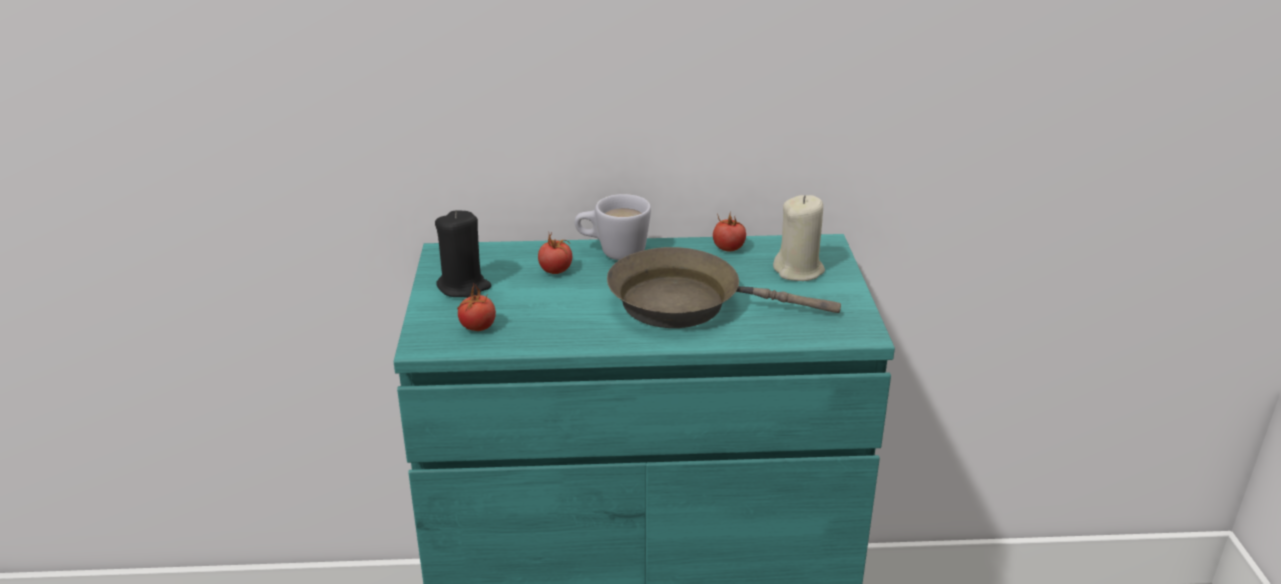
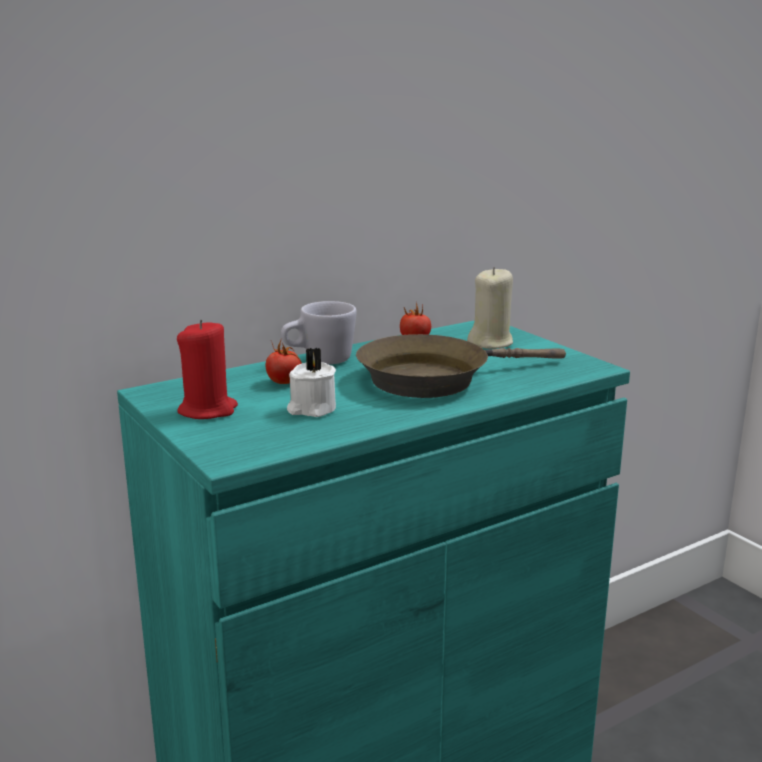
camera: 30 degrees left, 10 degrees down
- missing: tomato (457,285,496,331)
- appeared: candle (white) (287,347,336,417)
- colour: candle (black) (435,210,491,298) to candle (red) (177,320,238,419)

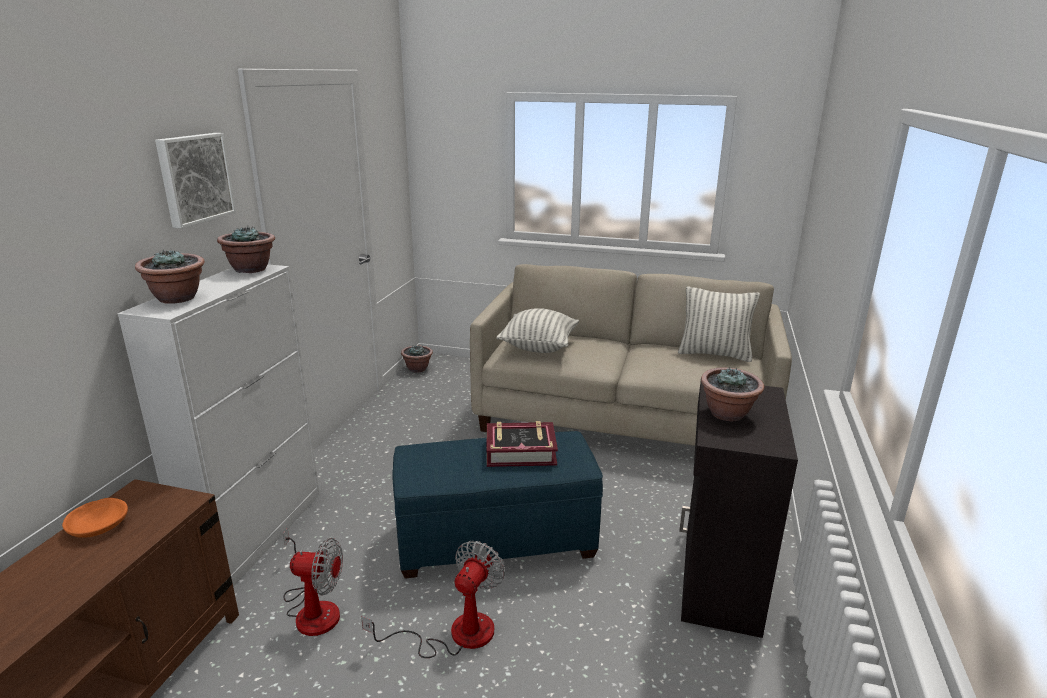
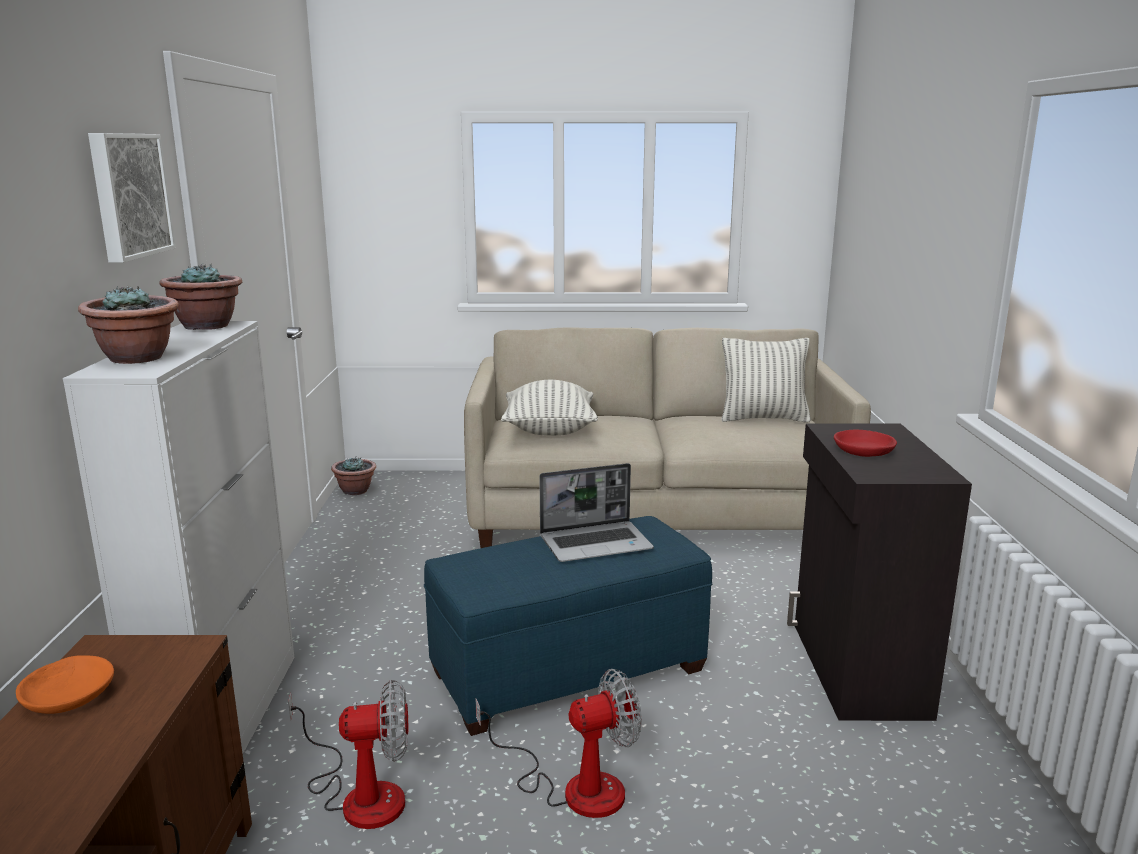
camera: 15 degrees left, 5 degrees down
- exchanged: book (487,421,558,467) to laptop (539,463,654,562)
- exchanged: potted plant (701,368,764,421) to bowl (red) (834,430,897,457)
- spun: fan (361,541,505,658) = (475,669,642,818) 60 degrees clockwise

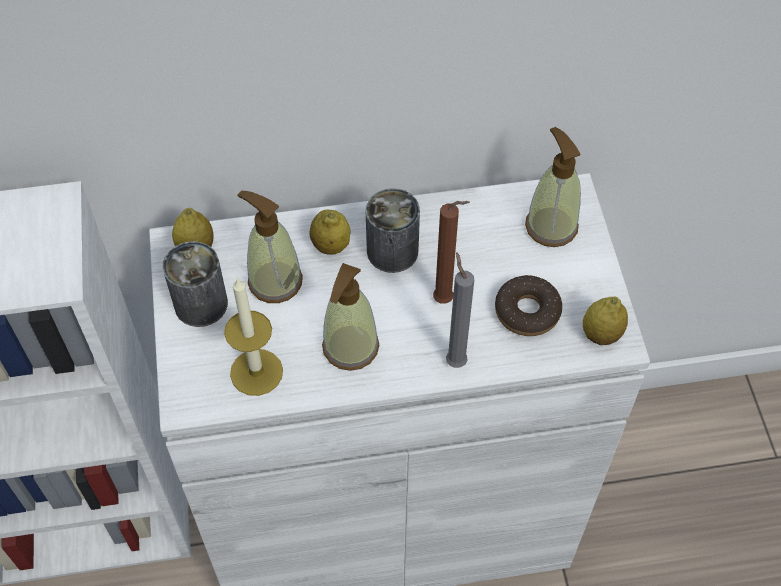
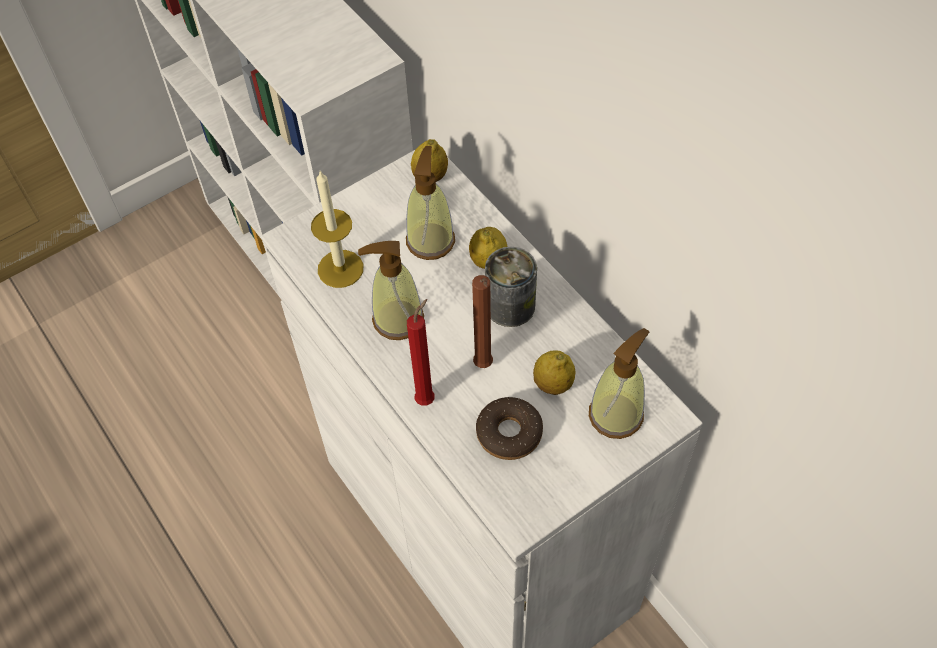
camera: 65 degrees right, 0 degrees up
- missing: can (163,241,228,327)
- relocated: lemon (583,297,628,345) to (533,350,575,395)
- colour: candle (grey) (446,252,474,368) to candle (red) (407,299,435,406)

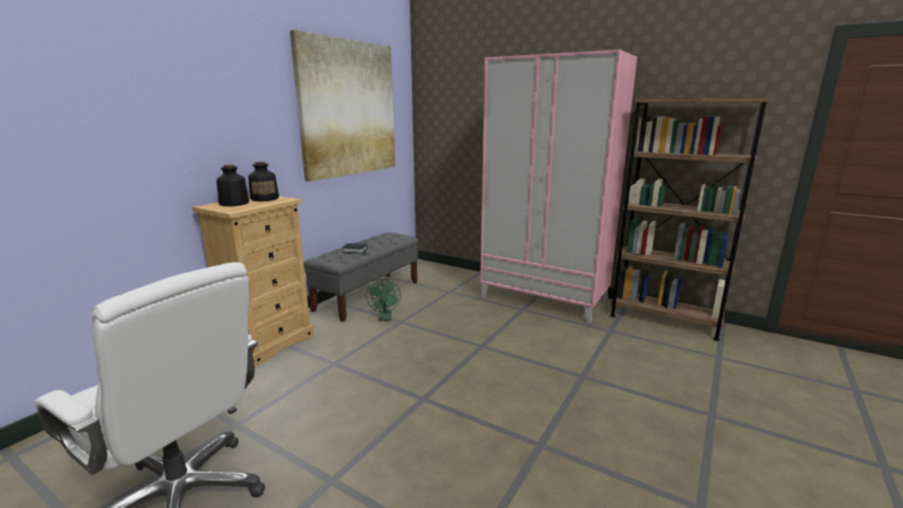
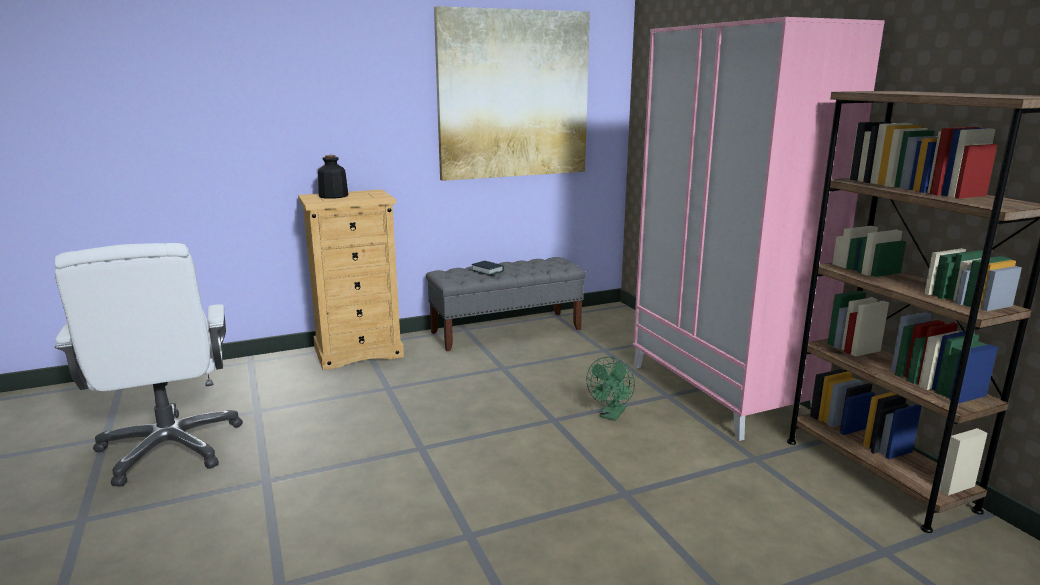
camera: 35 degrees right, 0 degrees up
- missing: bottle (248,161,279,202)
- relocated: fan (green) (366,279,401,321) to (586,357,635,421)

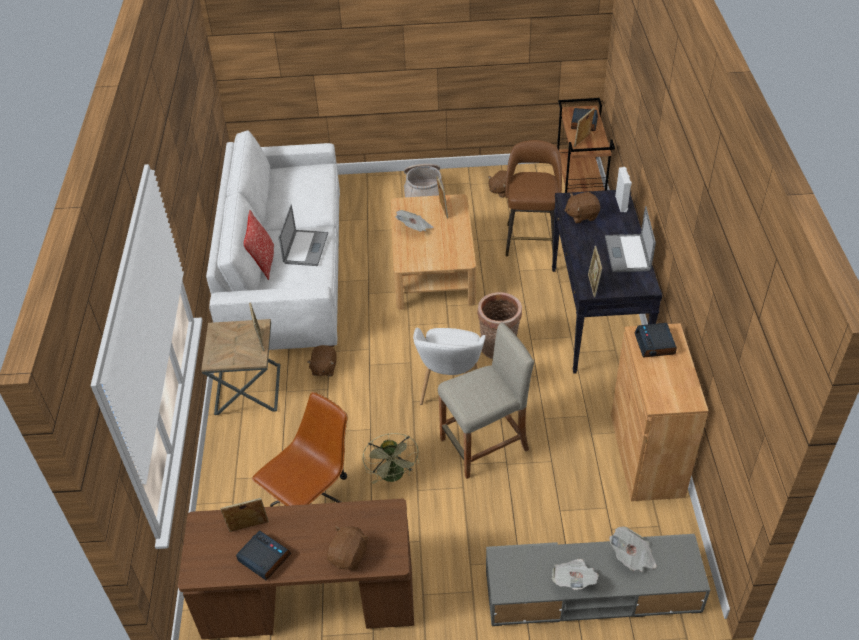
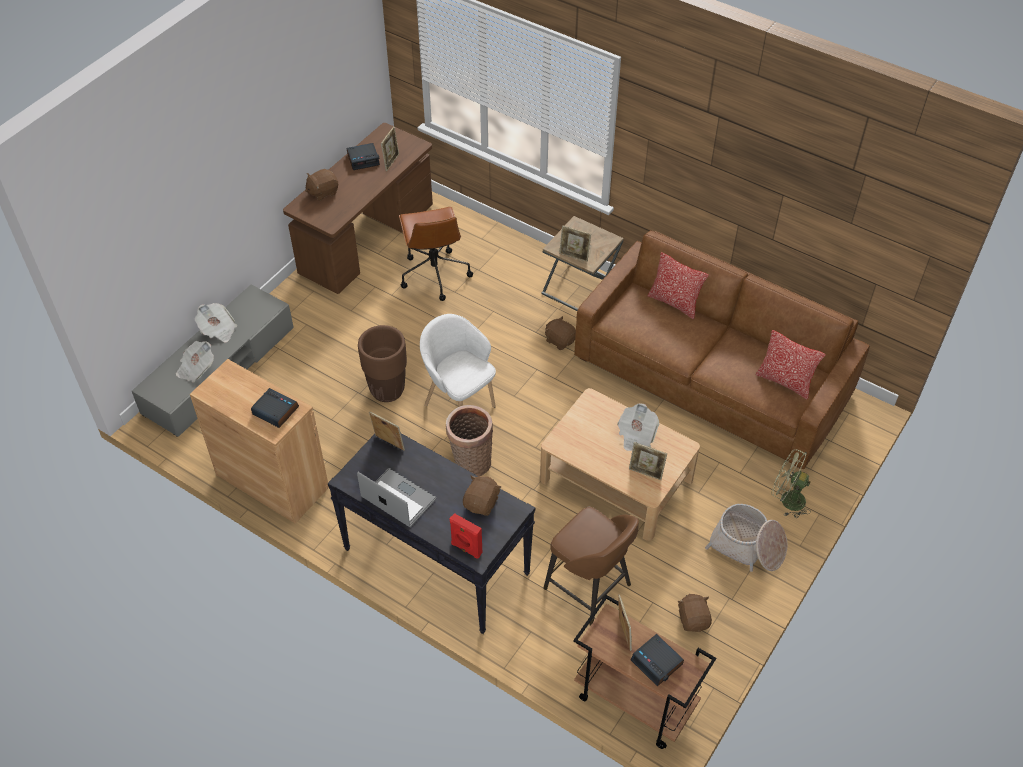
camera: 125 degrees right, 5 degrees up
- missing: laptop (279,204,328,266)
- appeared: pillow (756,330,826,400)
- relocated: fan (green) (362,433,419,484) to (771,449,811,518)
- exchanged: stool (beige) (438,322,534,479) to planter (brown) (358,325,407,402)
- colour: sofa (white) (206,130,340,350) to sofa (brown) (574,230,870,469)
- colour: speaker (white) (615,167,632,212) to speaker (red) (449,513,482,559)
- spun: plush toy (brown) (327,526,369,570) = (305,169,338,201) 90 degrees clockwise

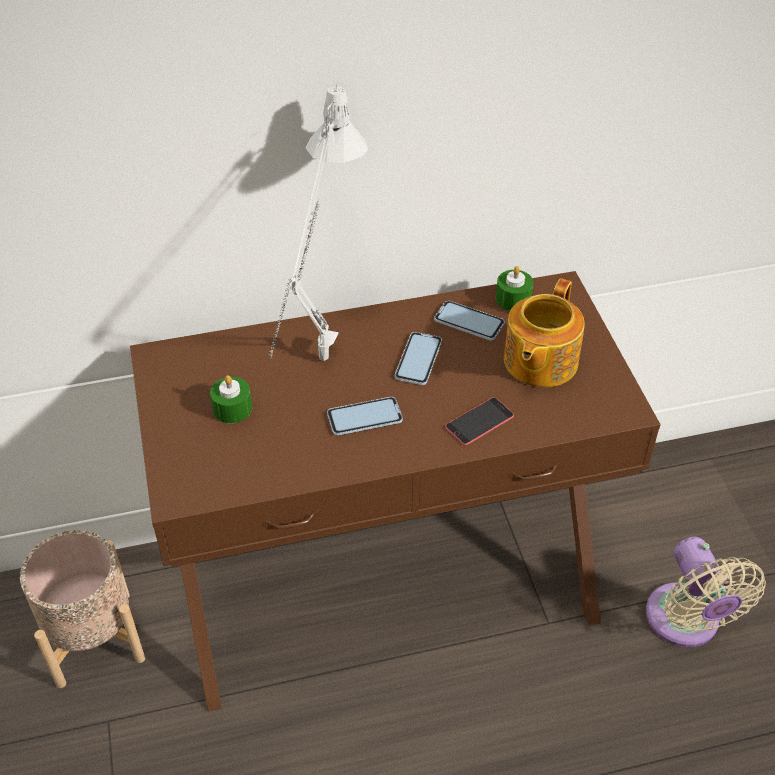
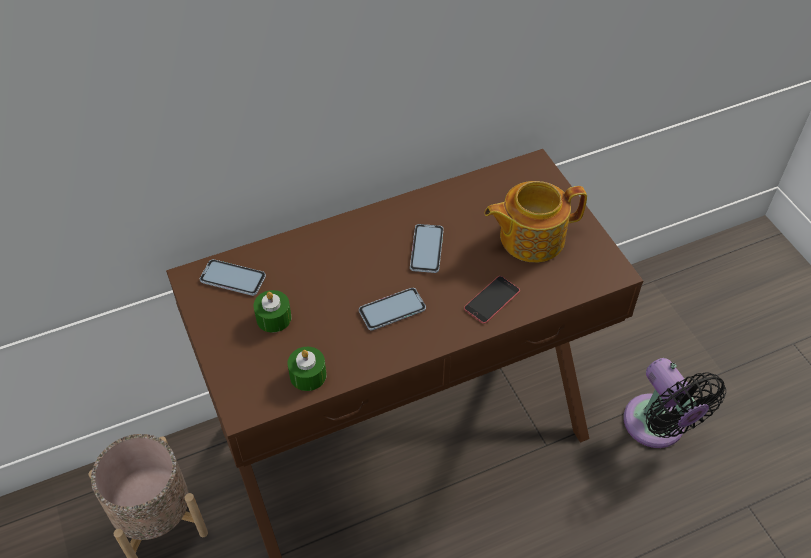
camera: 10 degrees left, 5 degrees up
- missing: table lamp (grey) (270,85,368,361)
- relocated: phone (434,301,505,340) to (200,259,266,296)
- relocated: candle (green) (496,266,534,311) to (288,347,326,391)
- colour: fan (beige) (646,537,766,647) to fan (black) (623,358,726,448)
- spun: teapot (504,278,585,387) = (484,181,587,262) 60 degrees clockwise

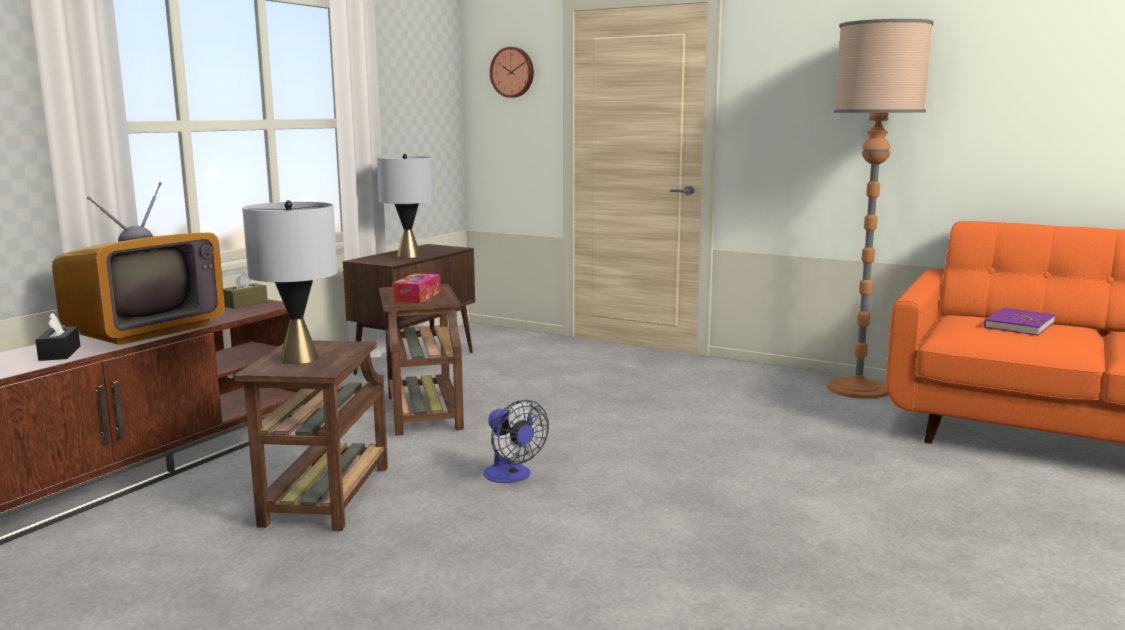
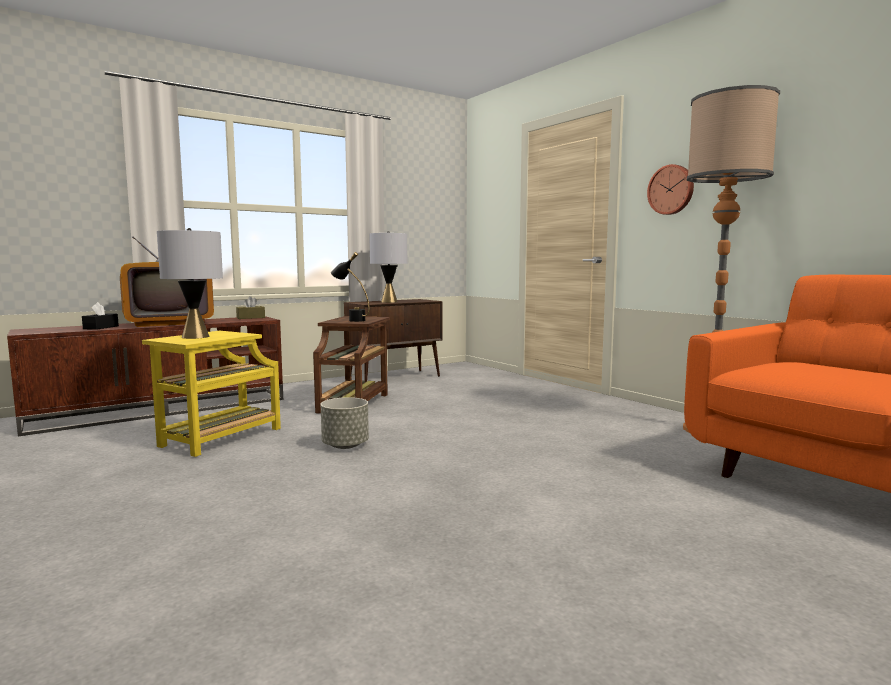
camera: 25 degrees right, 5 degrees down
- missing: book (purple) (984,308,1055,335)
- relocated: wall clock (490,47,534,98) to (647,164,694,215)
- exchanged: tissue box (392,273,441,303) to table lamp (black) (331,252,370,322)
- exchanged: fan (483,400,549,483) to planter (grey) (321,397,369,449)
- colour: side table (brown) (234,340,388,531) to side table (yellow) (142,331,281,457)

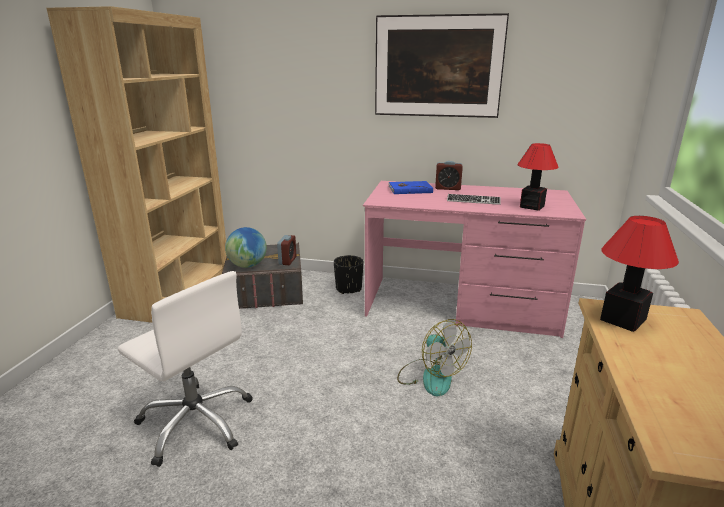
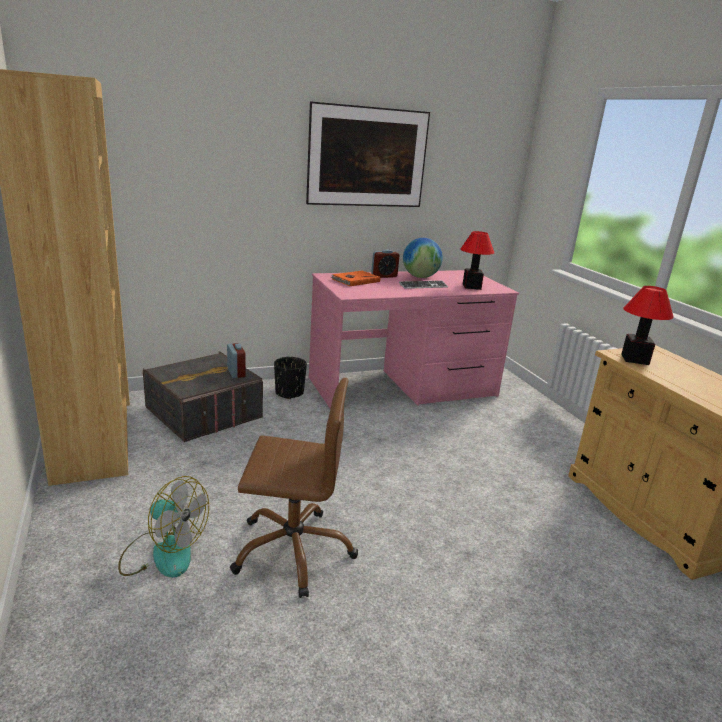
camera: 35 degrees left, 0 degrees up
- relocated: globe (225,227,267,268) to (403,238,443,278)
- relocated: fan (397,319,472,396) to (118,476,209,578)
- colour: office chair (white) (118,271,253,467) to office chair (brown) (230,378,358,598)
- colour: book (blue) (388,181,433,194) to book (orange) (331,271,380,286)

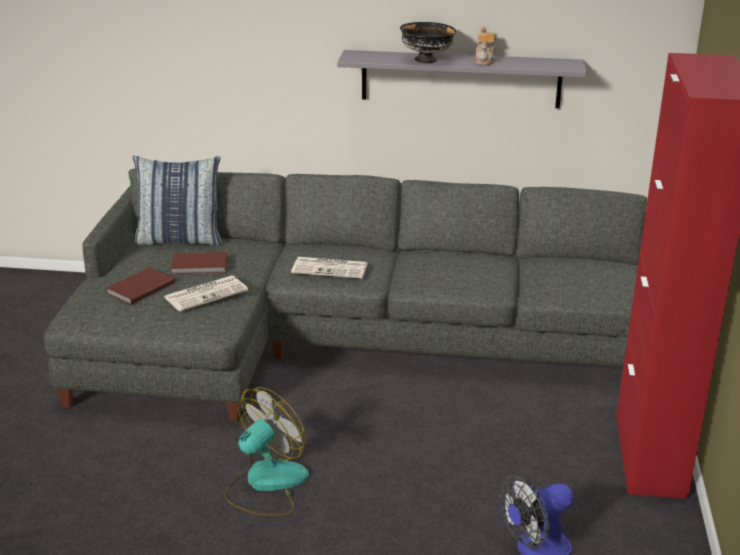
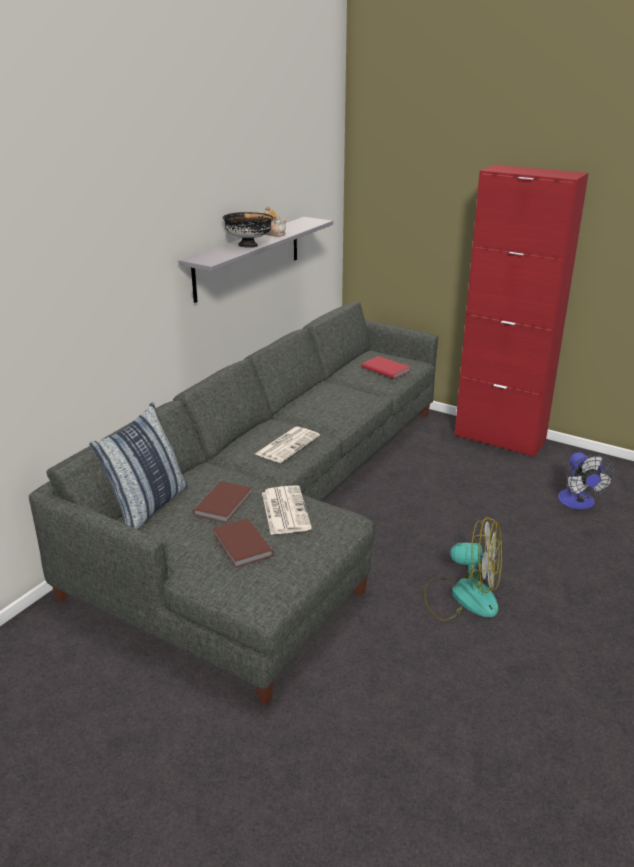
camera: 65 degrees left, 0 degrees up
- appeared: book (red) (361,356,410,379)
- spun: fan (224,387,309,516) = (424,517,502,621) 135 degrees clockwise

